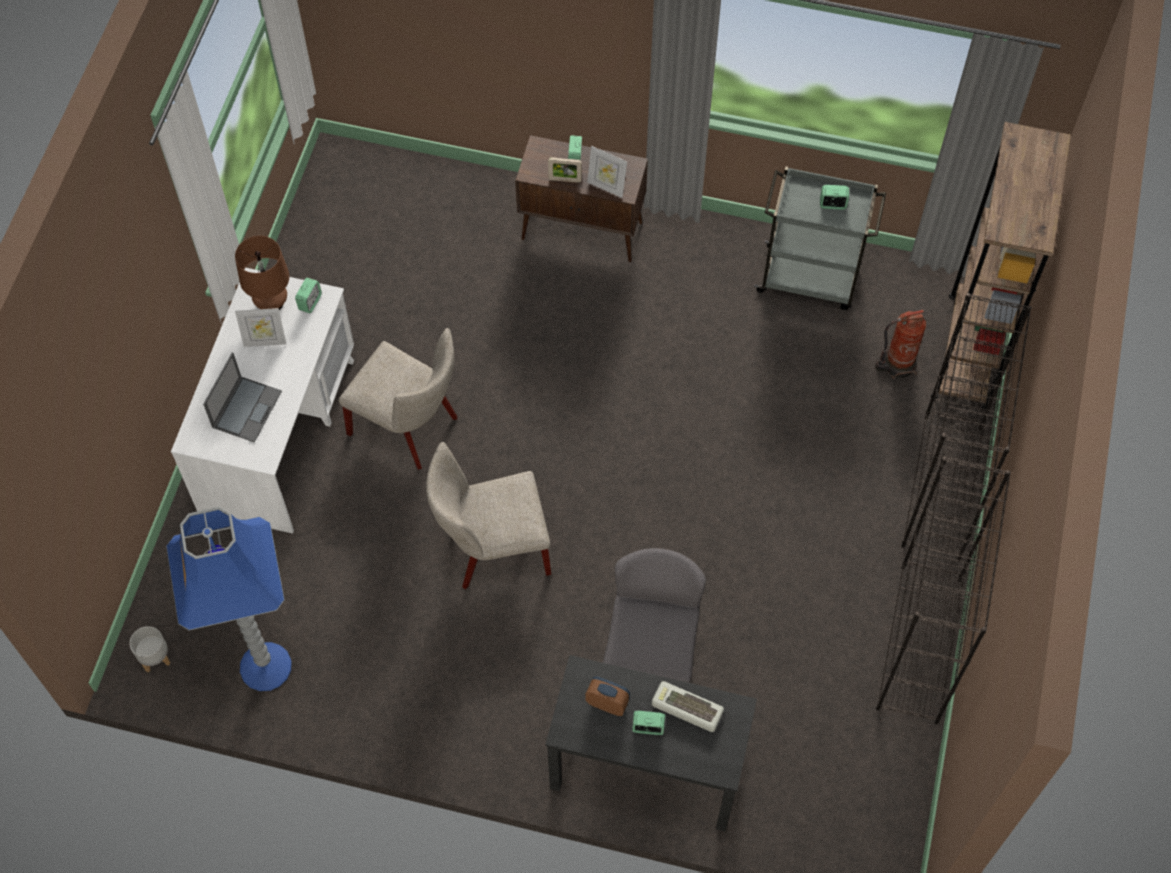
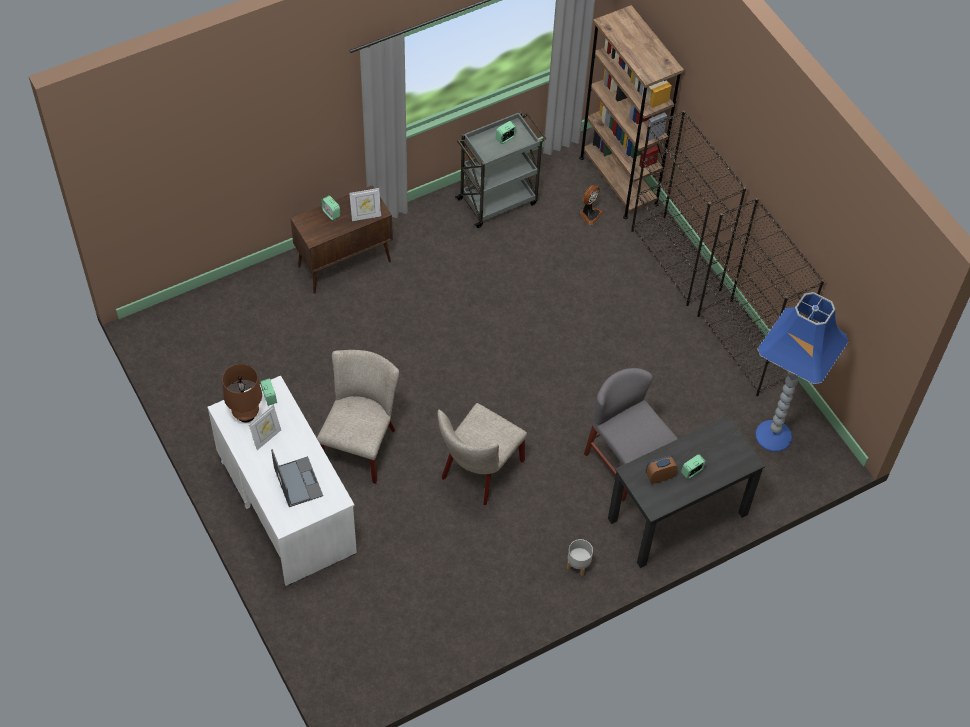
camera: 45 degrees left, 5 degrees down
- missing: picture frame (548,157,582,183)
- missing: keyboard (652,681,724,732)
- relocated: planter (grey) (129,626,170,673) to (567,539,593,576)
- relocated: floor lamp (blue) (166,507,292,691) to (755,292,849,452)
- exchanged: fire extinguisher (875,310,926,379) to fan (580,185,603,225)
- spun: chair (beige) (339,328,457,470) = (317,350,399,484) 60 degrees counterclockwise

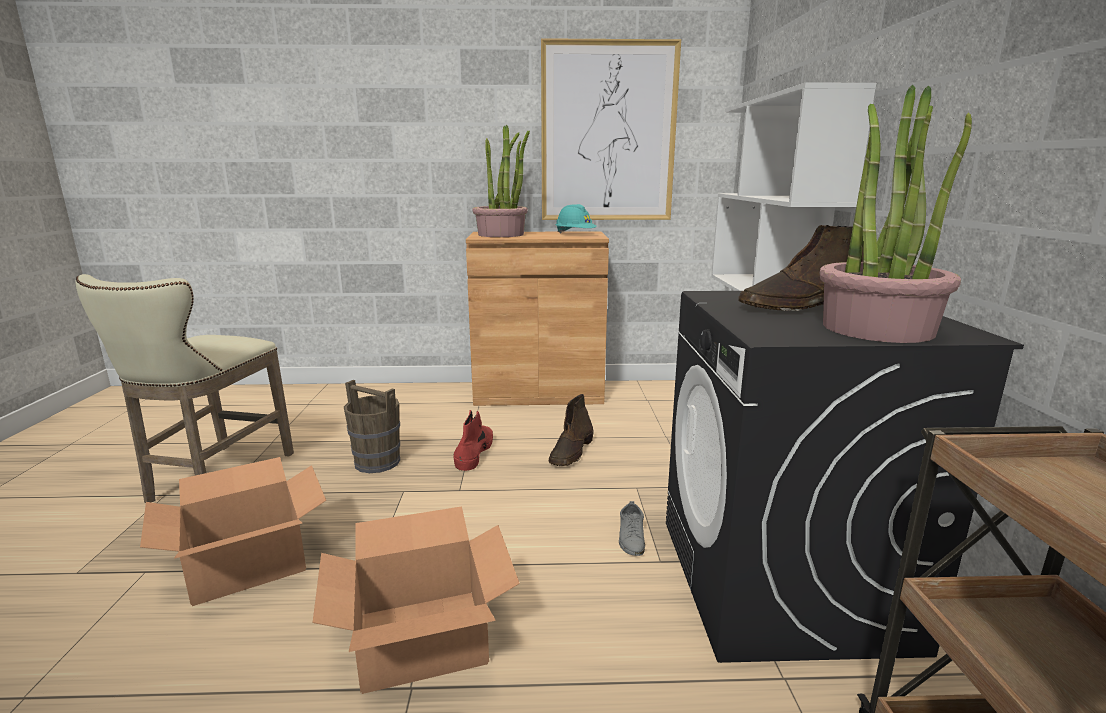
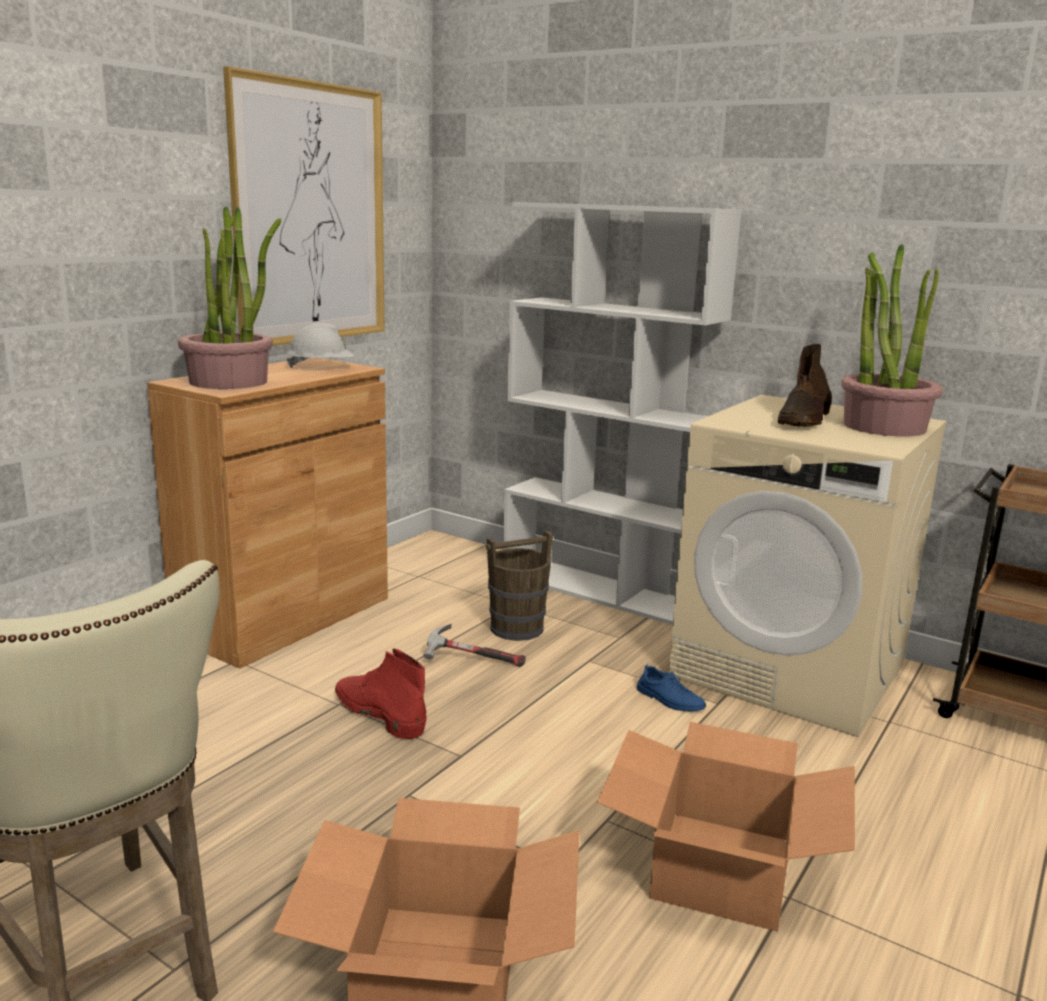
camera: 55 degrees left, 0 degrees up
- relocated: bucket (brown) (344,380,400,473) to (486,530,553,641)
- exchanged: boot (brown) (549,394,593,466) to hammer (424,624,526,667)
- colour: hard hat (turquoise) (556,204,597,234) to hard hat (white) (286,323,354,368)
- colour: shoe (grey) (619,501,645,556) to shoe (blue) (637,664,706,712)
- colour: washing machine (black) (666,291,1024,663) to washing machine (beige) (668,395,947,737)

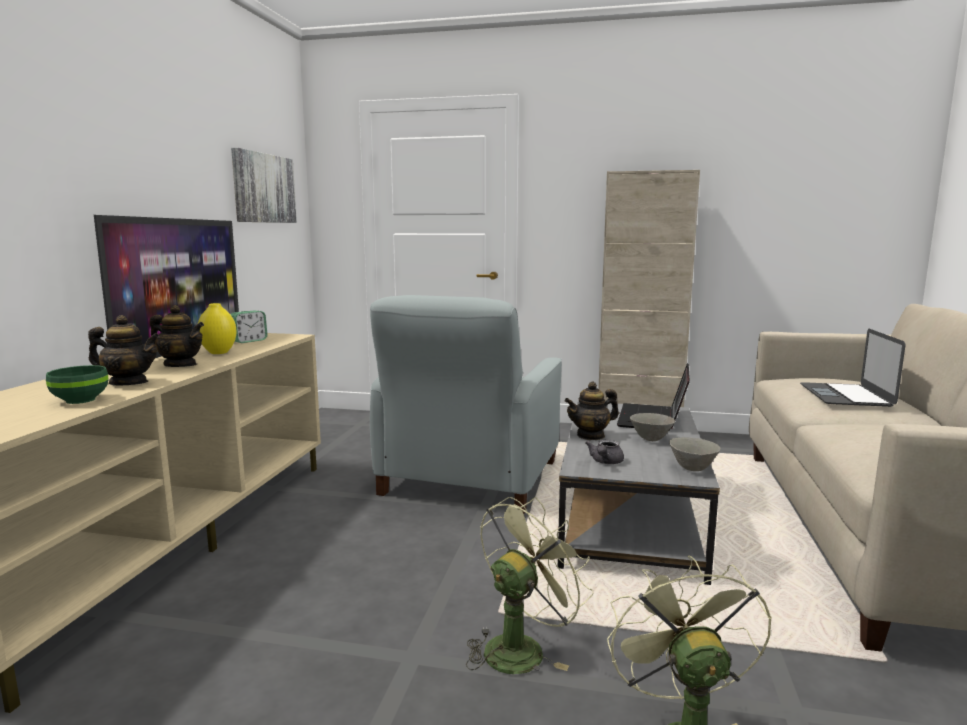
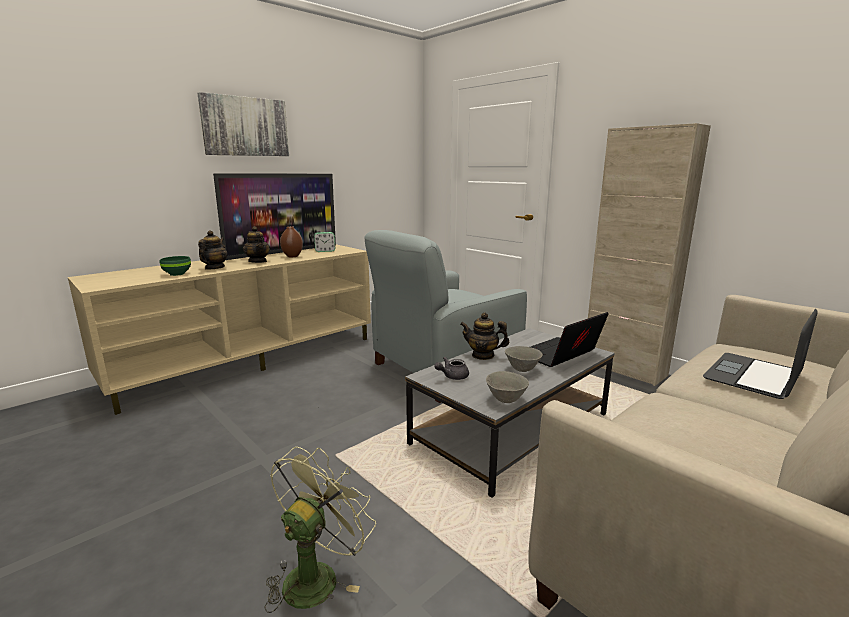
camera: 35 degrees right, 5 degrees up
- missing: fan (green) (466,497,594,674)
- relocated: picture (231,148,297,223) to (197,92,289,156)
- colour: vase (yellow) (198,303,237,354) to vase (brown) (280,226,303,257)
- spun: teapot (88,315,160,385) = (198,230,227,270) 120 degrees counterclockwise

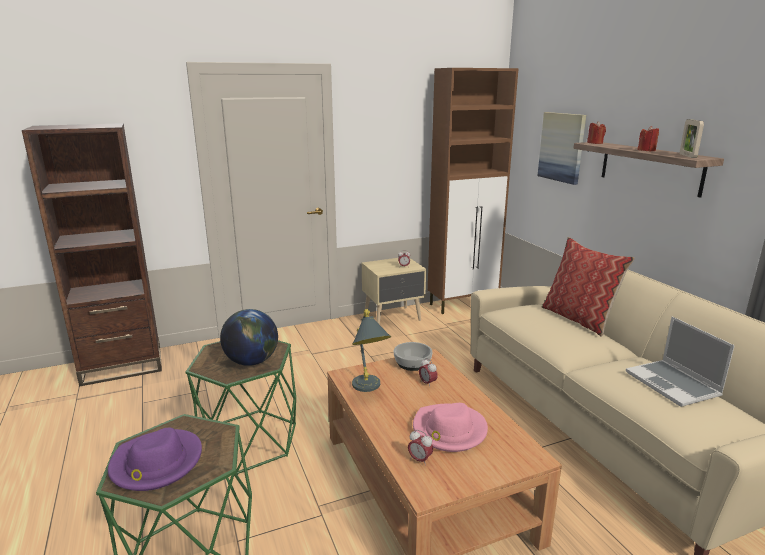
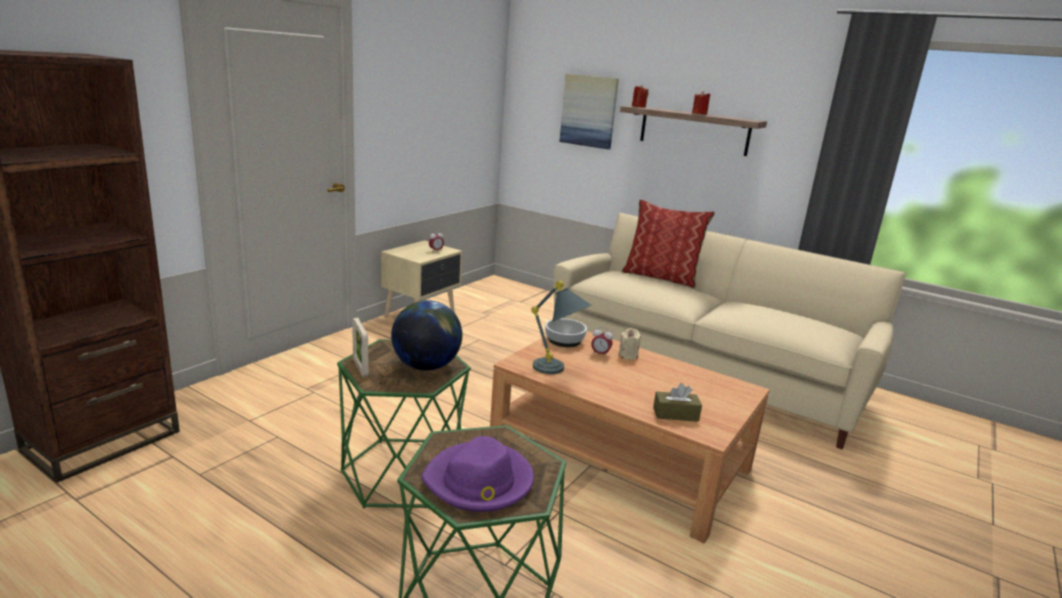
camera: 35 degrees left, 0 degrees up
- missing: hat (pink) (413,403,488,452)
- missing: cabinet (brown) (428,68,519,314)
- missing: laptop (626,316,735,407)
- appeared: candle (beige) (619,328,641,360)
- relocated: picture frame (680,119,704,158) to (352,317,369,377)
- exchanged: alarm clock (408,430,433,466) to tissue box (brown) (653,383,702,422)

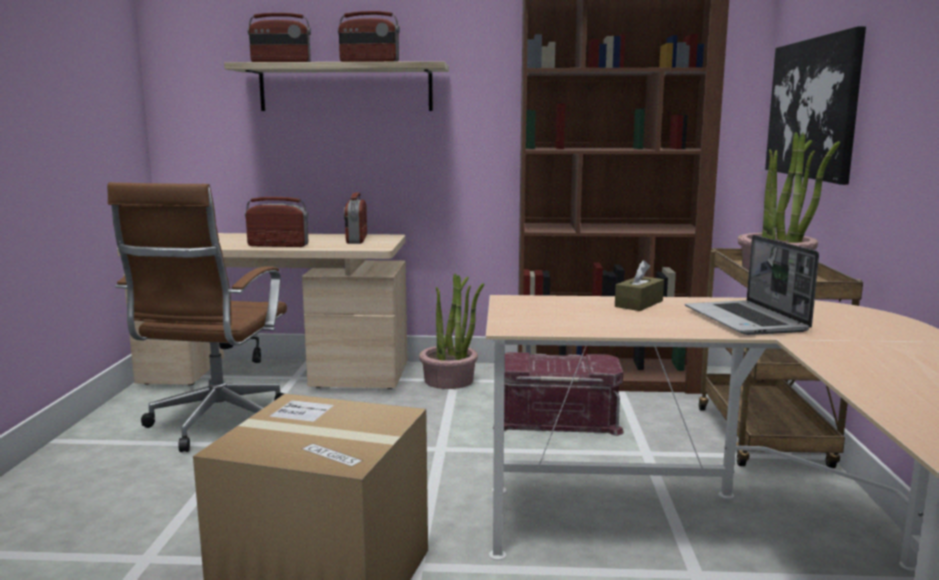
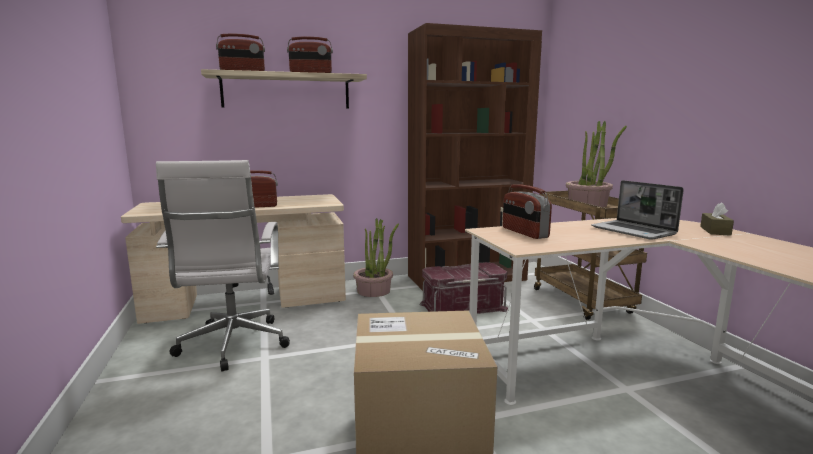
camera: 20 degrees left, 0 degrees up
- missing: picture (765,26,866,185)
- relocated: radio (344,192,367,244) to (503,184,552,239)
- relocated: tissue box (brown) (615,260,664,311) to (700,202,734,236)
- colour: office chair (brown) (107,182,287,452) to office chair (white) (156,160,290,371)

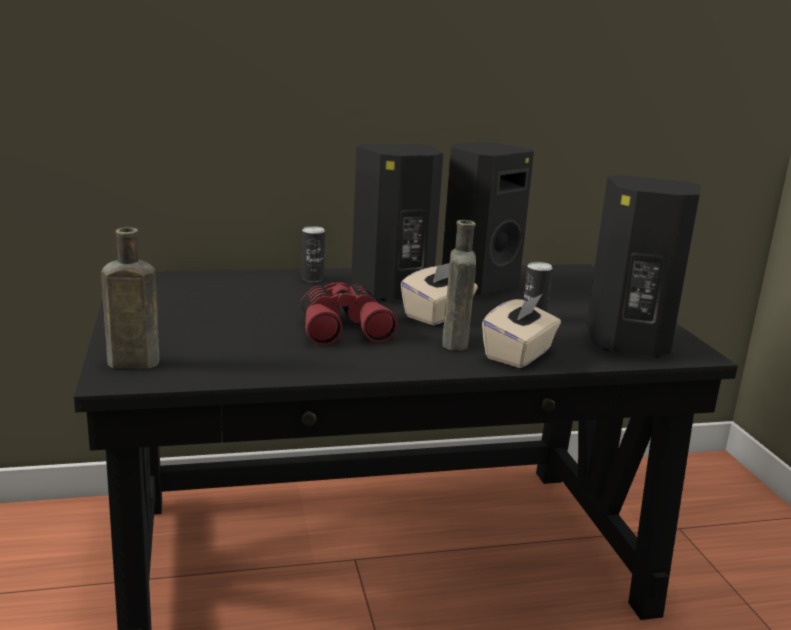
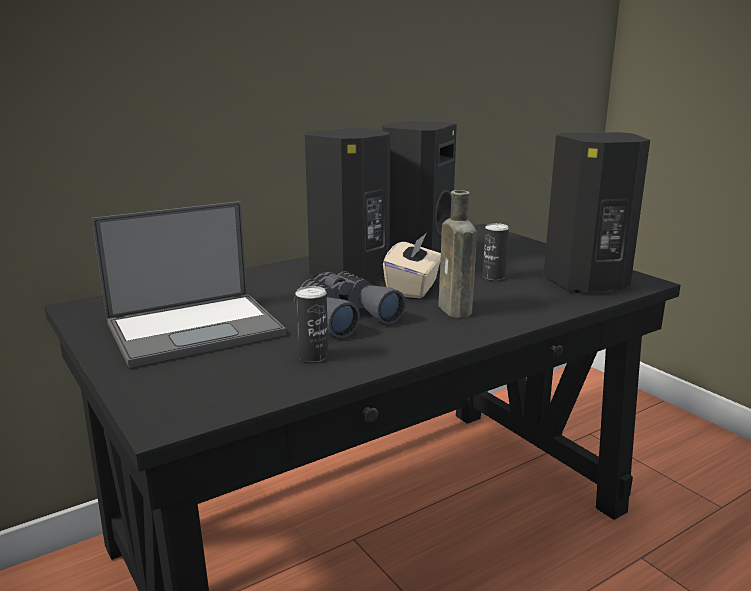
camera: 20 degrees left, 0 degrees up
- missing: bottle (brown) (101,227,159,369)
- missing: tissue box (beige) (482,294,561,368)
- appeared: laptop (92,201,286,368)
- relocated: can (302,226,325,282) to (295,286,328,362)
- colour: binoculars (red) (300,282,398,346) to binoculars (grey) (294,271,406,338)

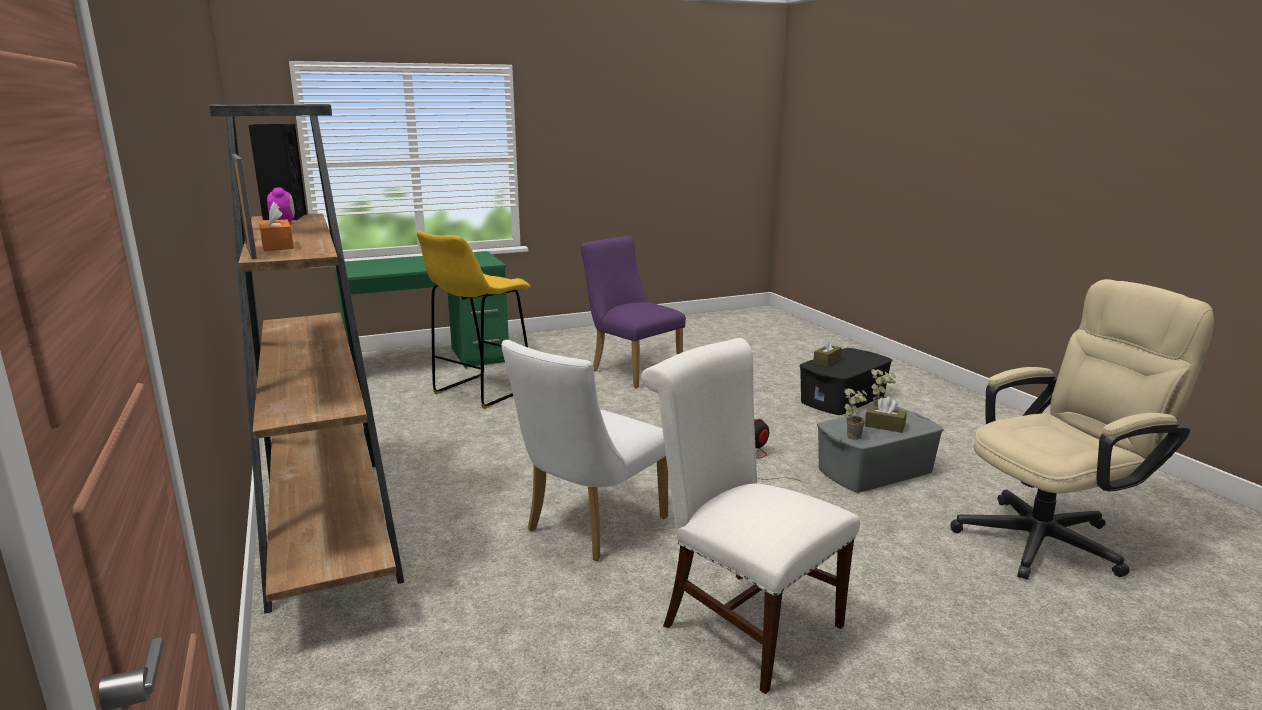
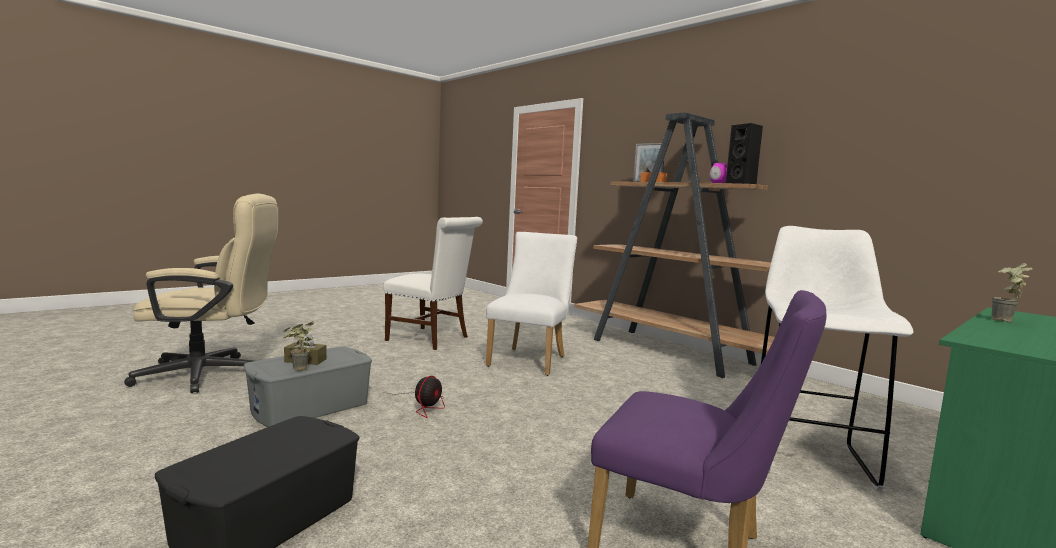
camera: 160 degrees right, 10 degrees down
- missing: tissue box (brown) (813,338,842,366)
- relocated: potted plant (844,388,867,440) to (992,263,1032,322)
- colour: stool (yellow) (417,231,531,409) to stool (white) (761,226,913,492)
- spun: office chair (beige) (950,279,1214,580) = (124,194,278,393) 150 degrees counterclockwise

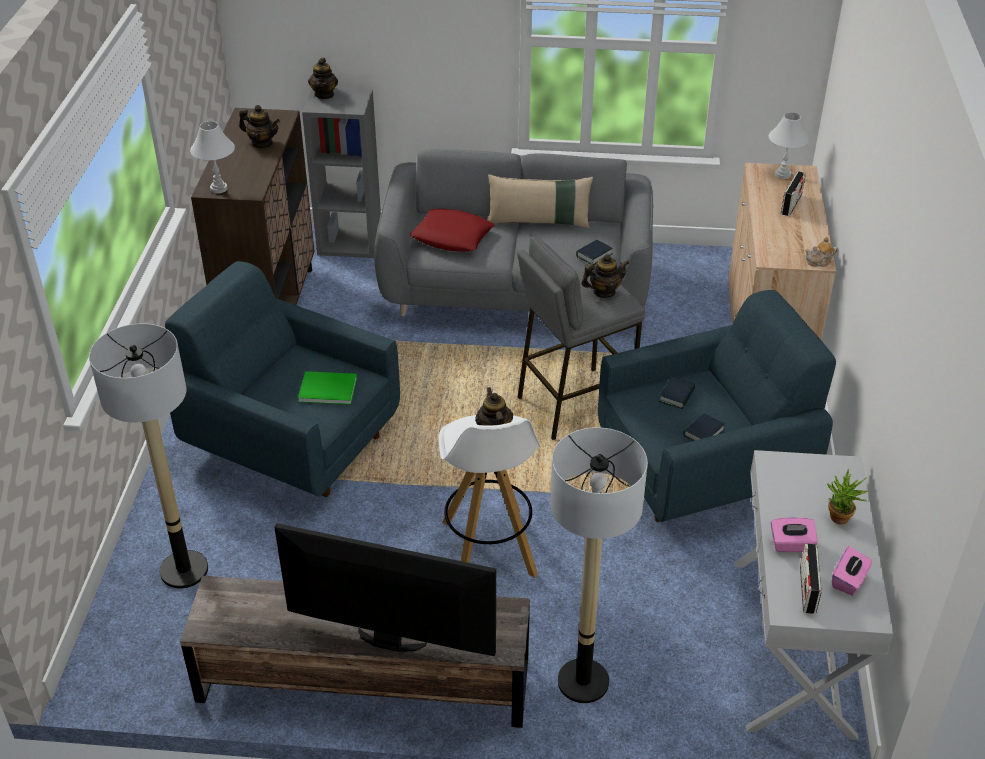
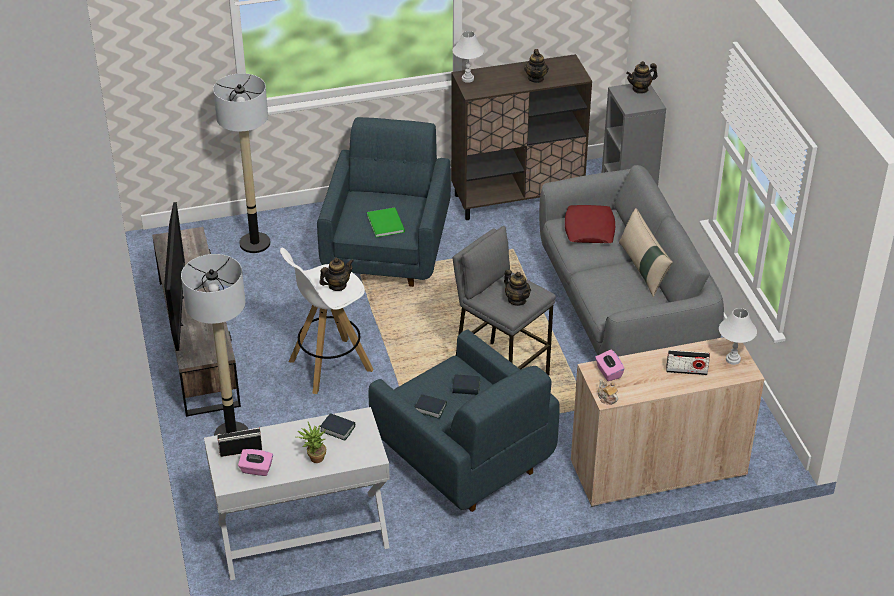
camera: 70 degrees right, 0 degrees up
- relocated: book (576,240,612,265) to (320,413,355,441)
- relocated: tissue box (pink) (771,517,818,552) to (595,350,624,381)

